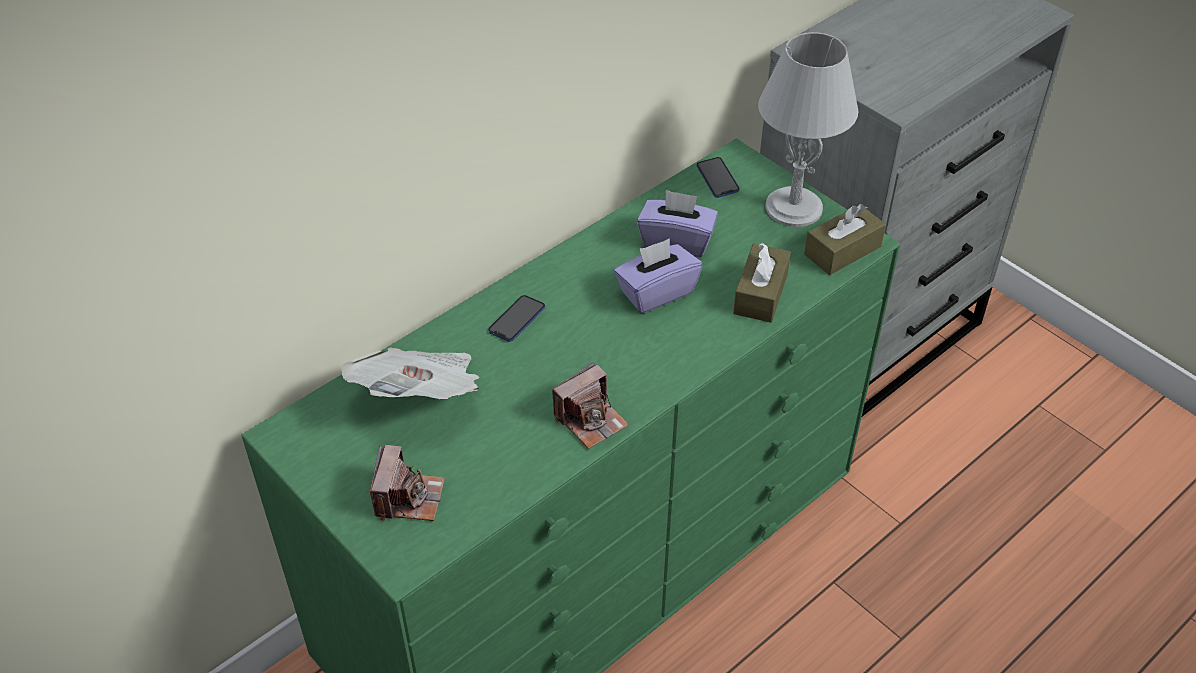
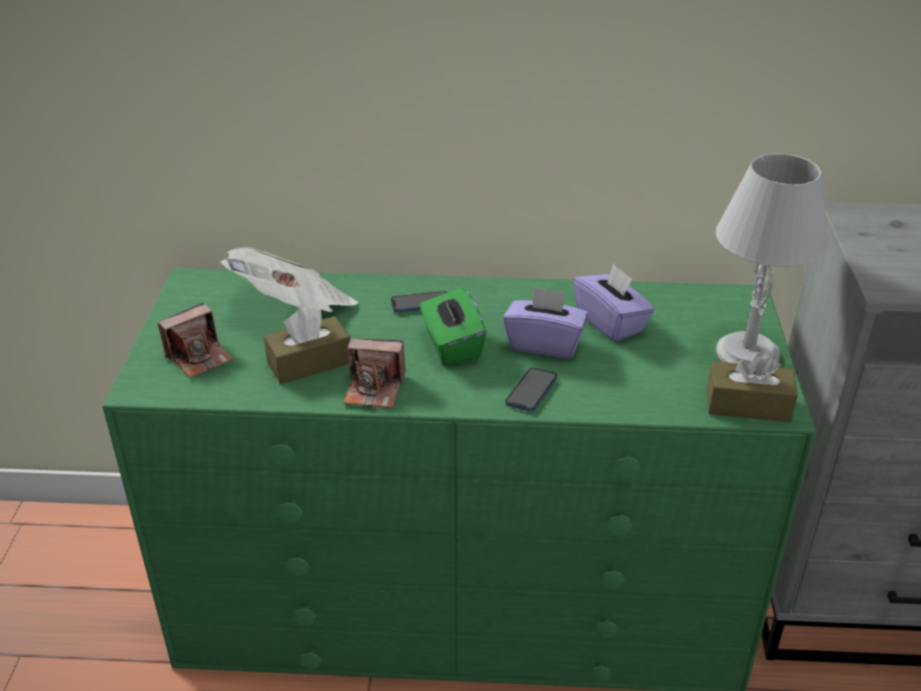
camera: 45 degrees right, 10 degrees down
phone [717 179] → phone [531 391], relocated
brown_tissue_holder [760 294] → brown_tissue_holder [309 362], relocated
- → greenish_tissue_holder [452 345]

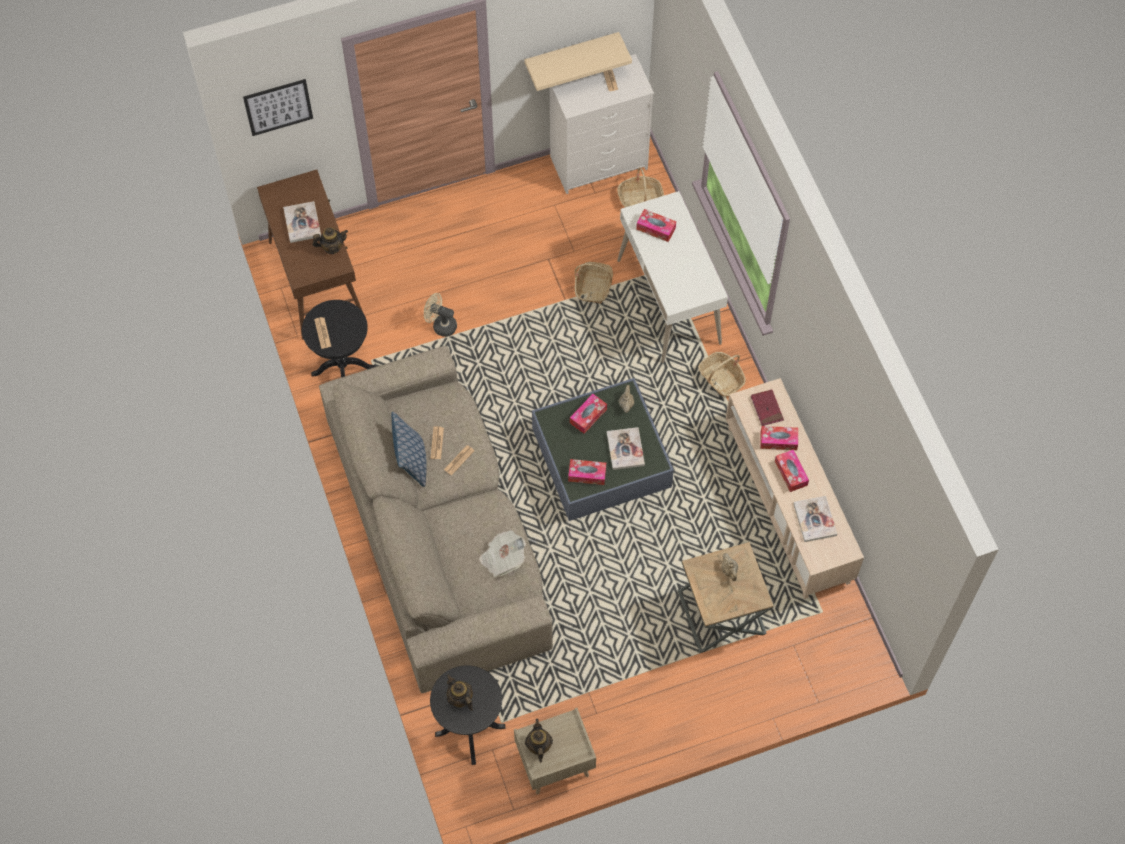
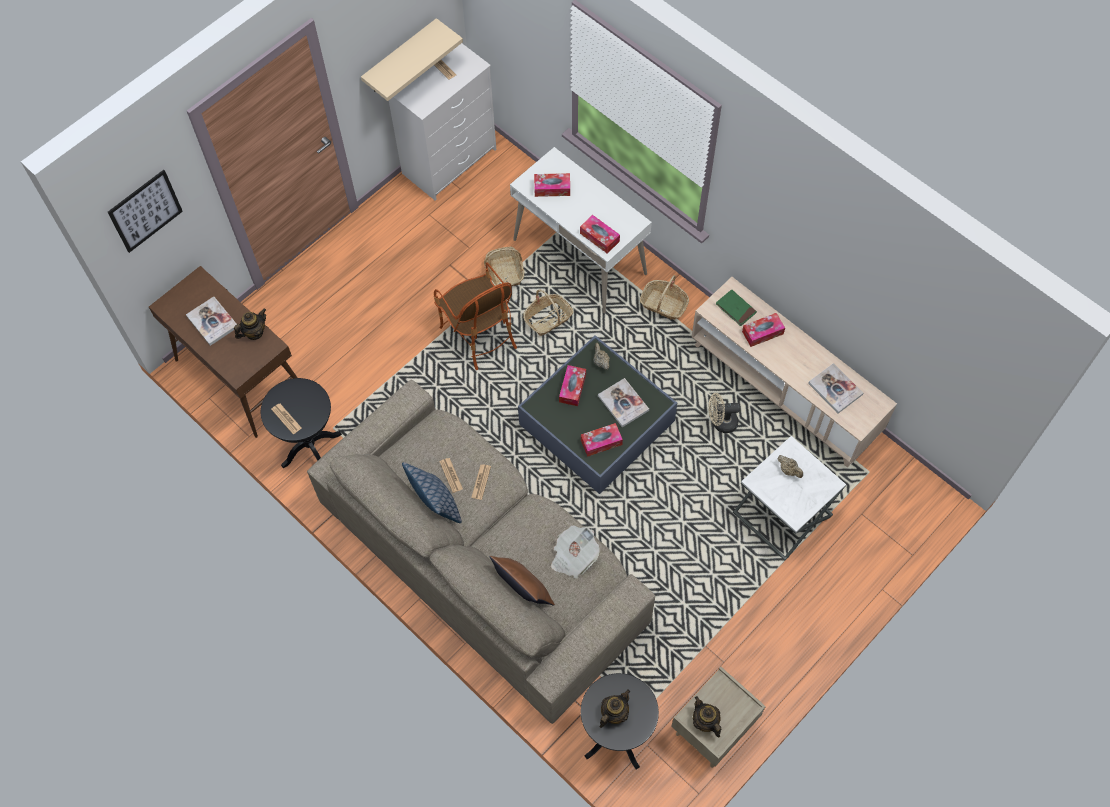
camera: 25 degrees left, 0 degrees up
beige-coloured_fan [441 325] → beige-coloured_fan [721 423], relocated
pot_for_tea [460 699] → pot_for_tea [613 713], 105 degrees clockwise
storage_basket [640 198] → storage_basket [548 319], relocated
brown_accent_table [721 612] → white-coloured_accent_table [782 514]
reddish_bound_book [766 408] → greenish_bound_book [735 309]
tissue_holder [791 473] → tissue_holder [599 237], relocated
- → easy_chair [479 335]
- → brown_pillow [522 590]

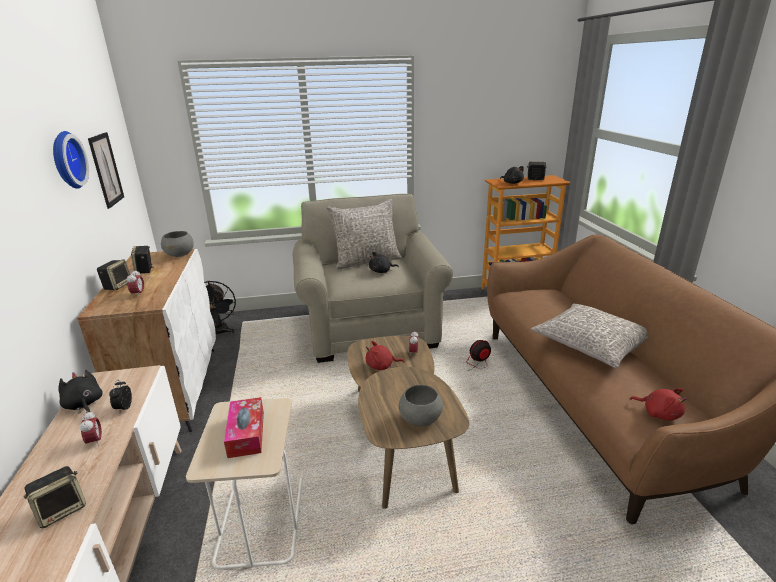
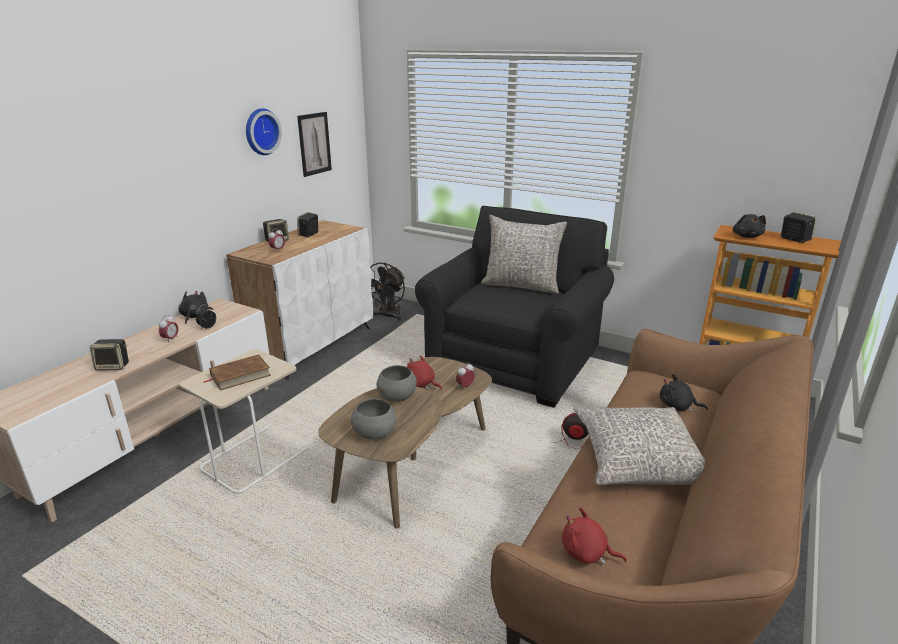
camera: 40 degrees right, 0 degrees up
greyish_bowl [180 255] → greyish_bowl [397 397], relocated
tissue_holder [246 434] → brown_bound_book [240 375]
beige-coloured_easy_chair [370 327] → black_easy_chair [515 362]
black_soft_toy [381 271] → black_soft_toy [677 406], relocated
reddish_soft_toy [659 413] → reddish_soft_toy [587 553], 120 degrees clockwise

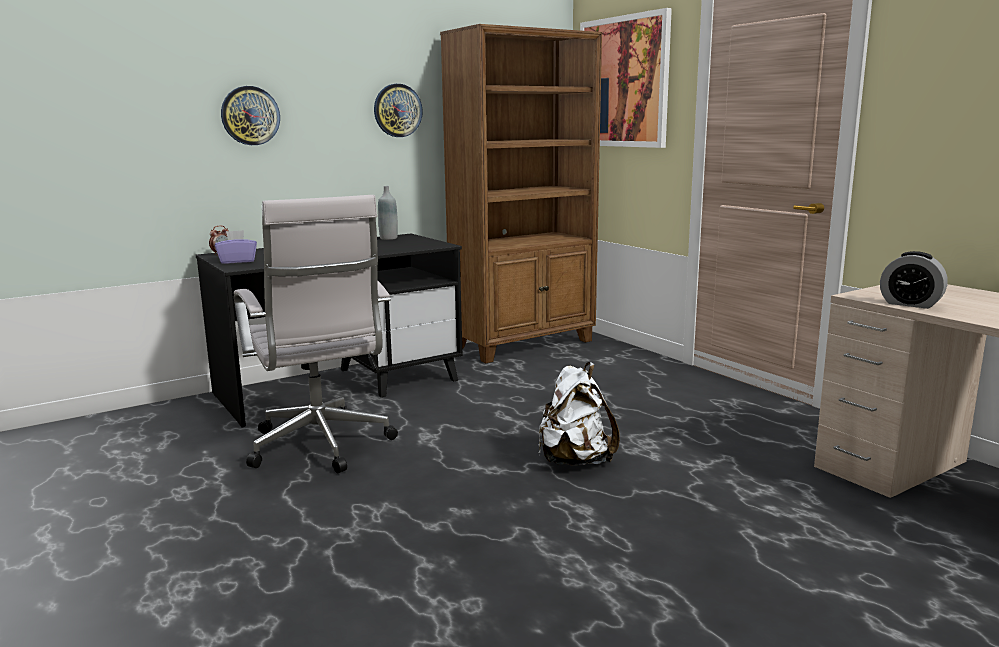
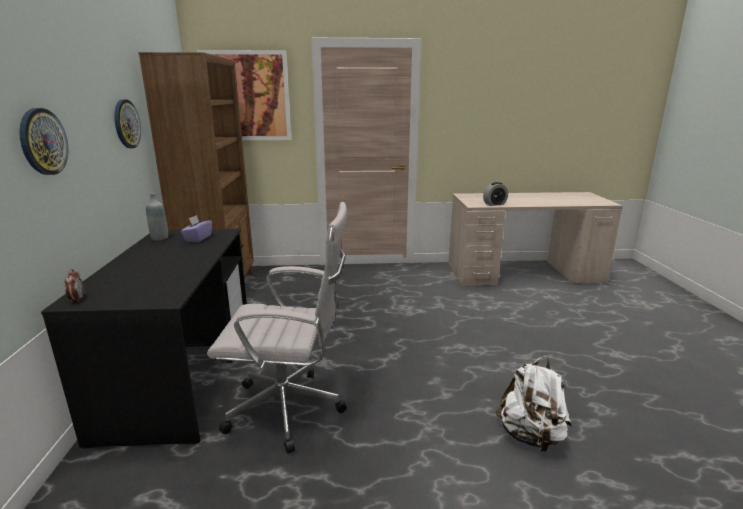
camera: 60 degrees left, 5 degrees up
purple-coloured_tissue_holder [237 261] → purple-coloured_tissue_holder [198 238], relocated
white-coloured_rucksack [574 461] → white-coloured_rucksack [530 436], relocated

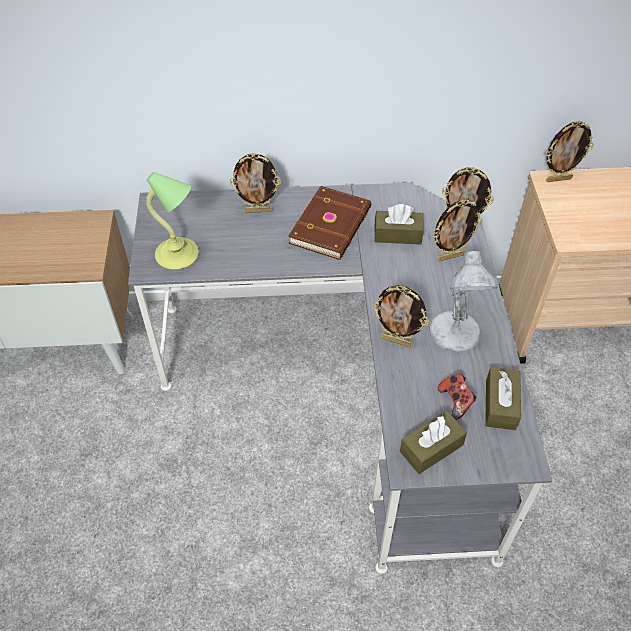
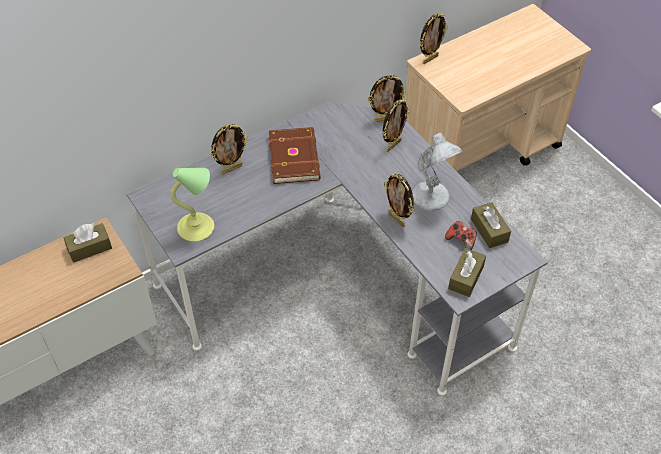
camera: 30 degrees left, 0 degrees up
picture_frame [396 341] → picture_frame [397 219], 60 degrees clockwise
brown_tissue_holder [397 234] → brown_tissue_holder [89 248], relocated

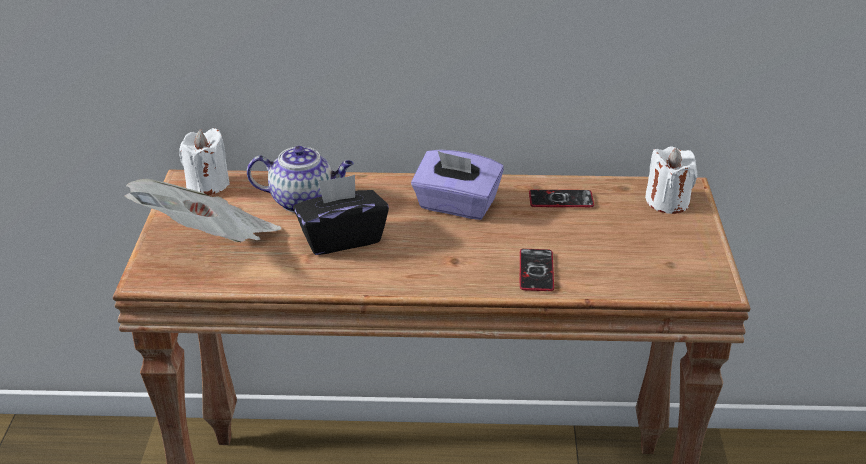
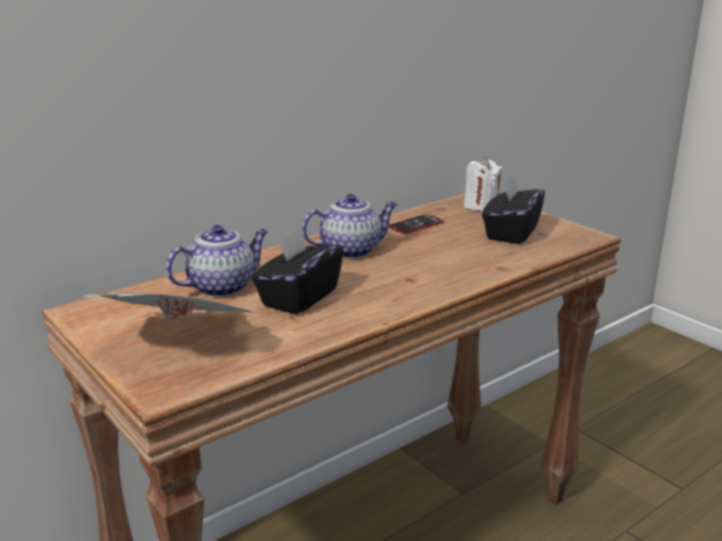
camera: 40 degrees left, 10 degrees down
white-coloured_candle [207 185] → -
purple-coloured_tissue_holder [456 206] → pot_for_tea [351 250]
phone [536 271] → -
- → black_tissue_holder [511 233]

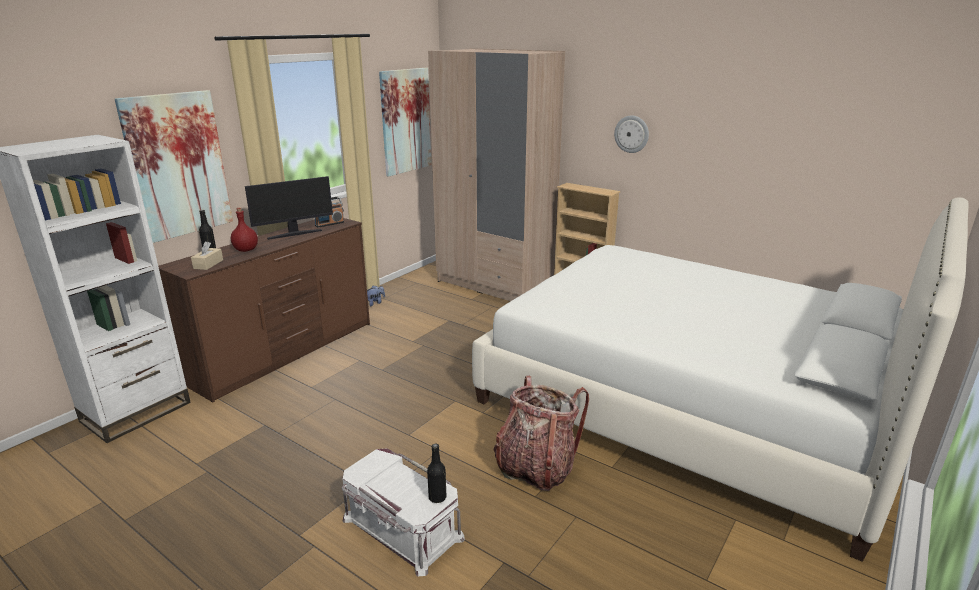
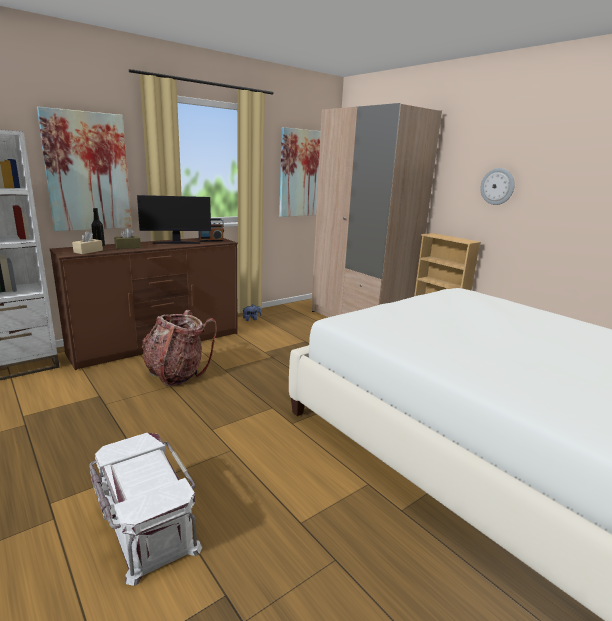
camera: 15 degrees right, 5 degrees down
reddish_beverage_bottle [246 250] → brown_tissue_holder [128 247]
black_beverage_bottle [437 497] → -
rucksack [536 467] → rucksack [177 373], relocated

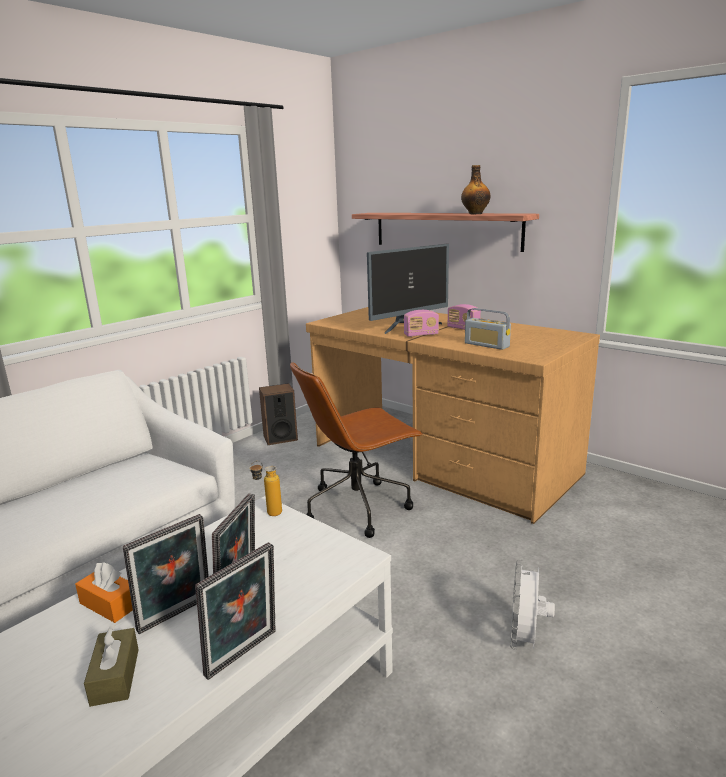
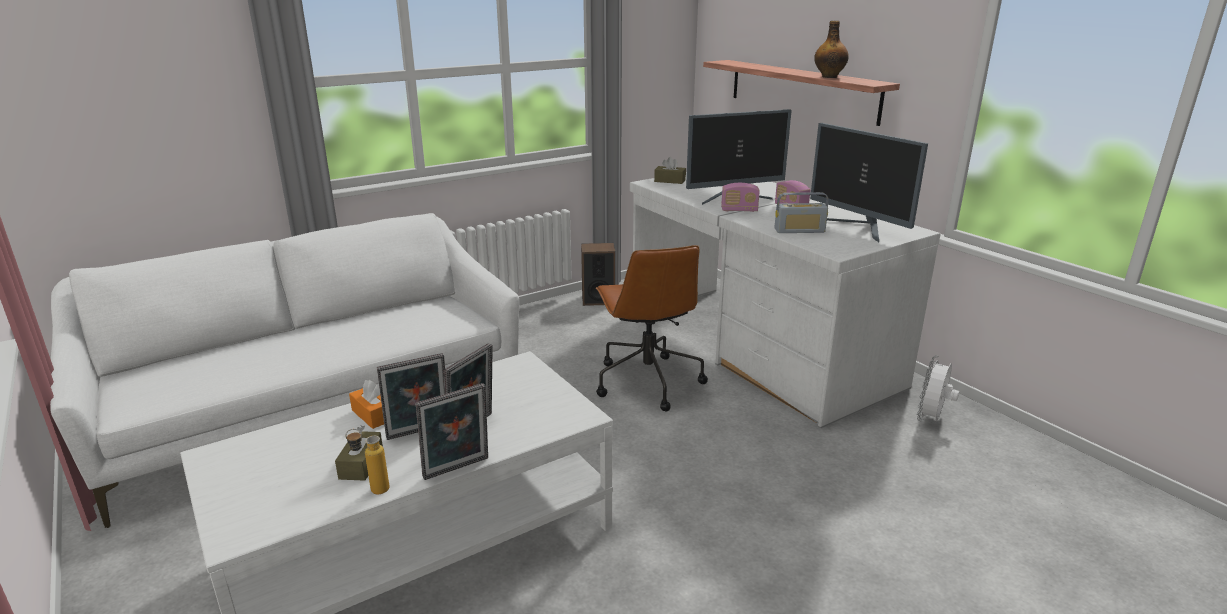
camera: 15 degrees right, 5 degrees up
beverage_bottle [268 514] → beverage_bottle [372 490], relocated
brown_office_chair [358 507] → brown_office_chair [647 381], 90 degrees counterclockwise
brown_desk_unit [440 460] → white-coloured_desk_unit [755 348]
radio_receiver [486 345] → radio_receiver [799 230], 60 degrees counterclockwise
white-coloured_fan [525 640] → white-coloured_fan [931 419], relocated
- → brown_tissue_holder [669 181]
- → monitor [859 228]

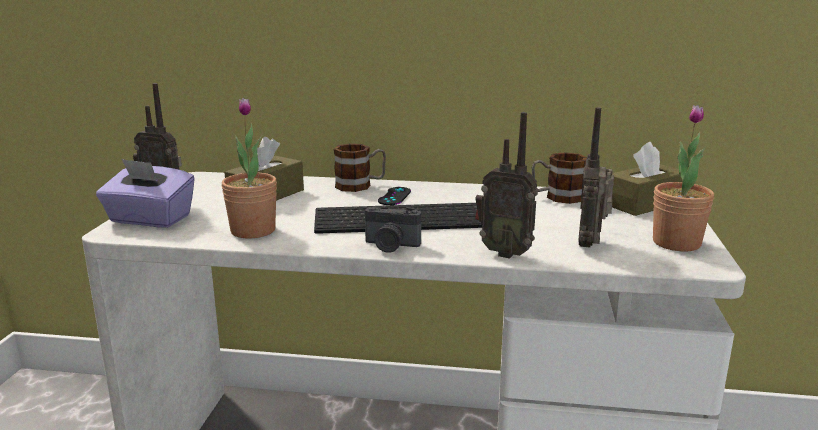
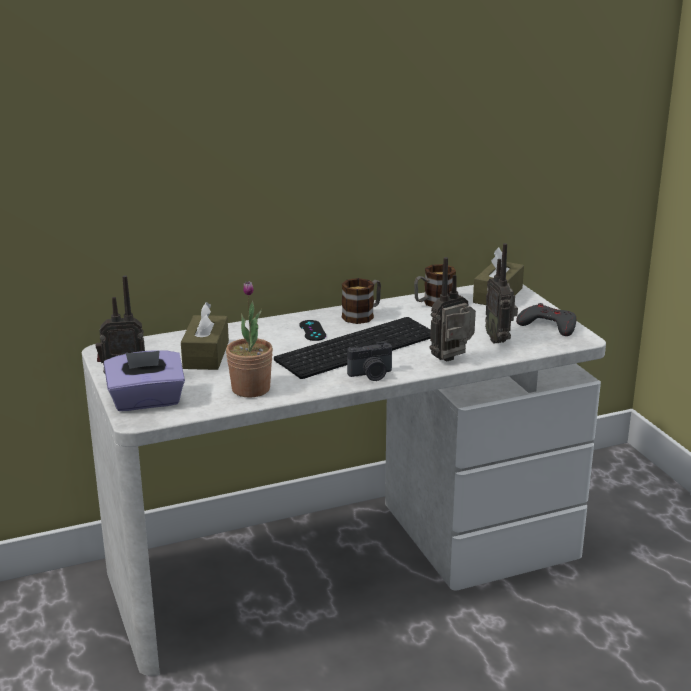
camera: 30 degrees left, 5 degrees up
tea_mug [360 185] → tea_mug [363 315], relocated
radio_receiver [505 252] → radio_receiver [453 360], 150 degrees clockwise
plant_in_a_pot [676 243] → greyish_gamepad [548 325]

